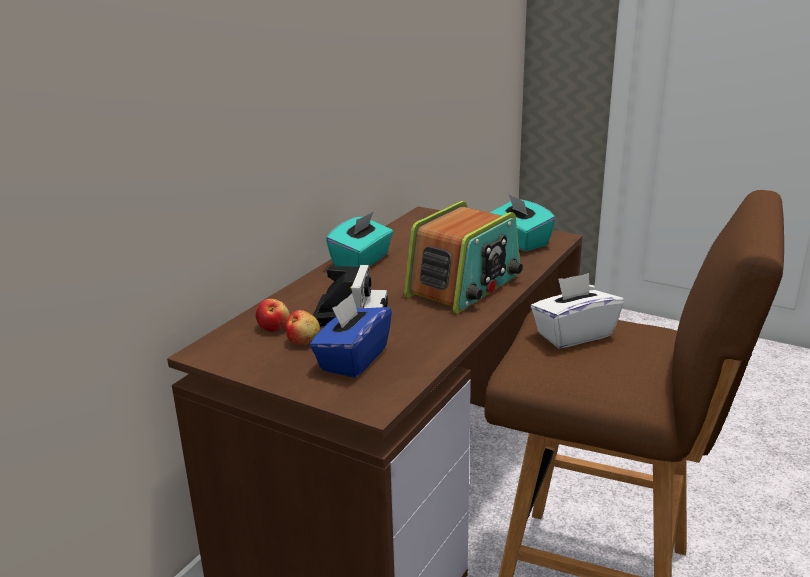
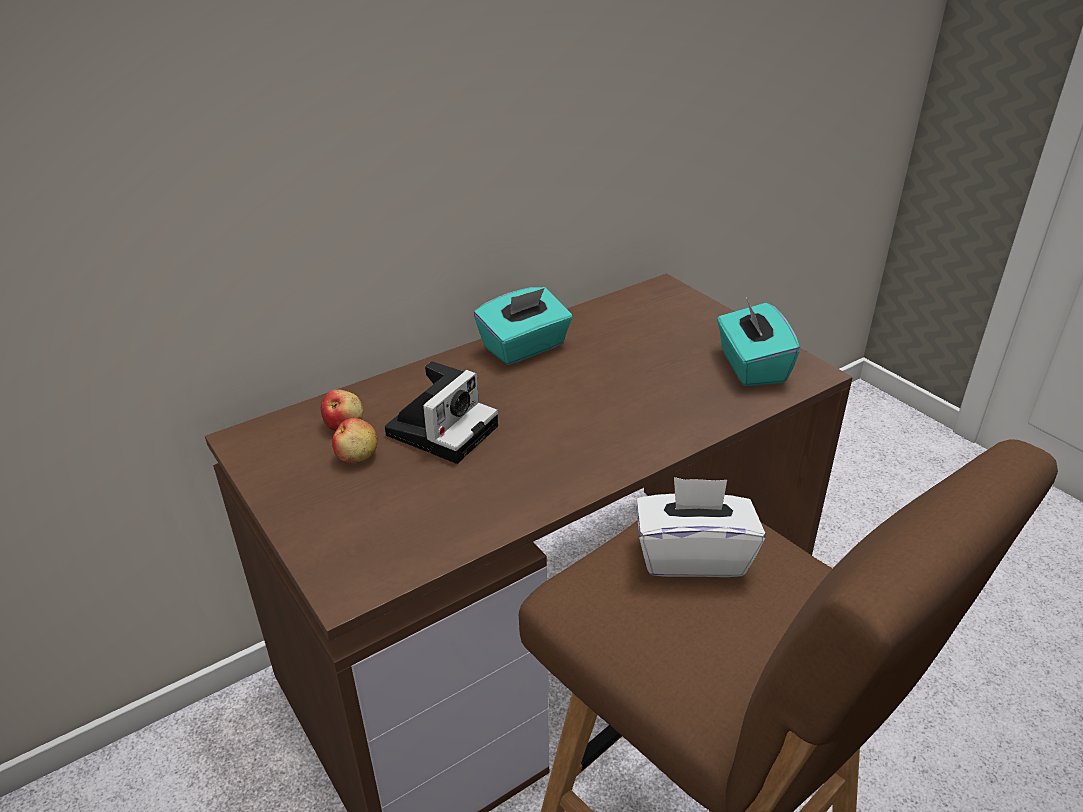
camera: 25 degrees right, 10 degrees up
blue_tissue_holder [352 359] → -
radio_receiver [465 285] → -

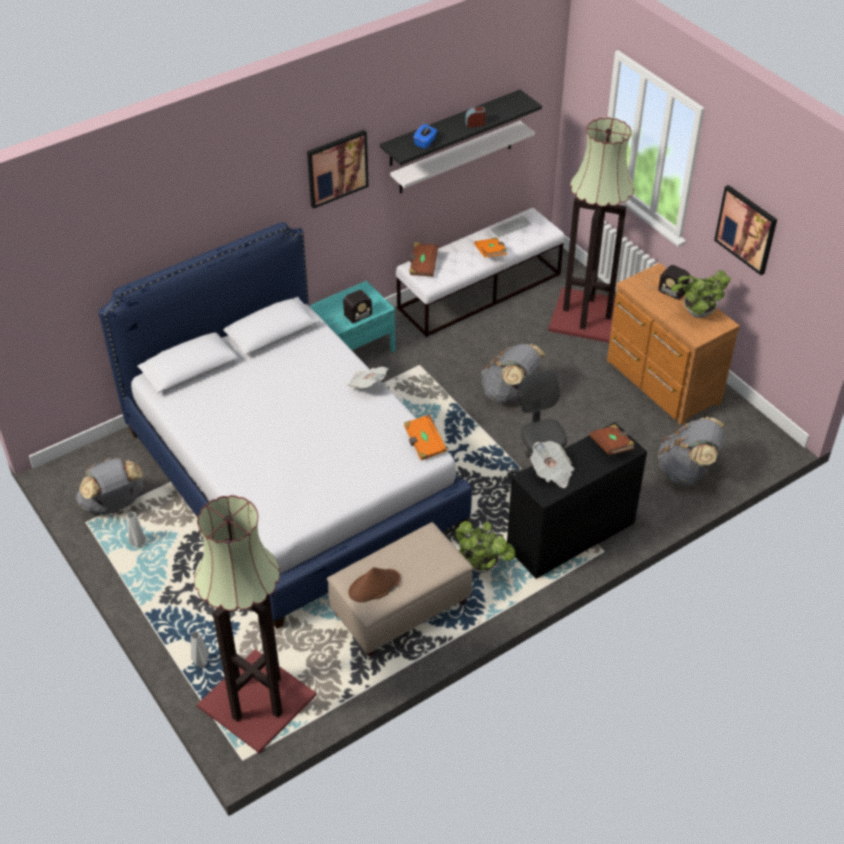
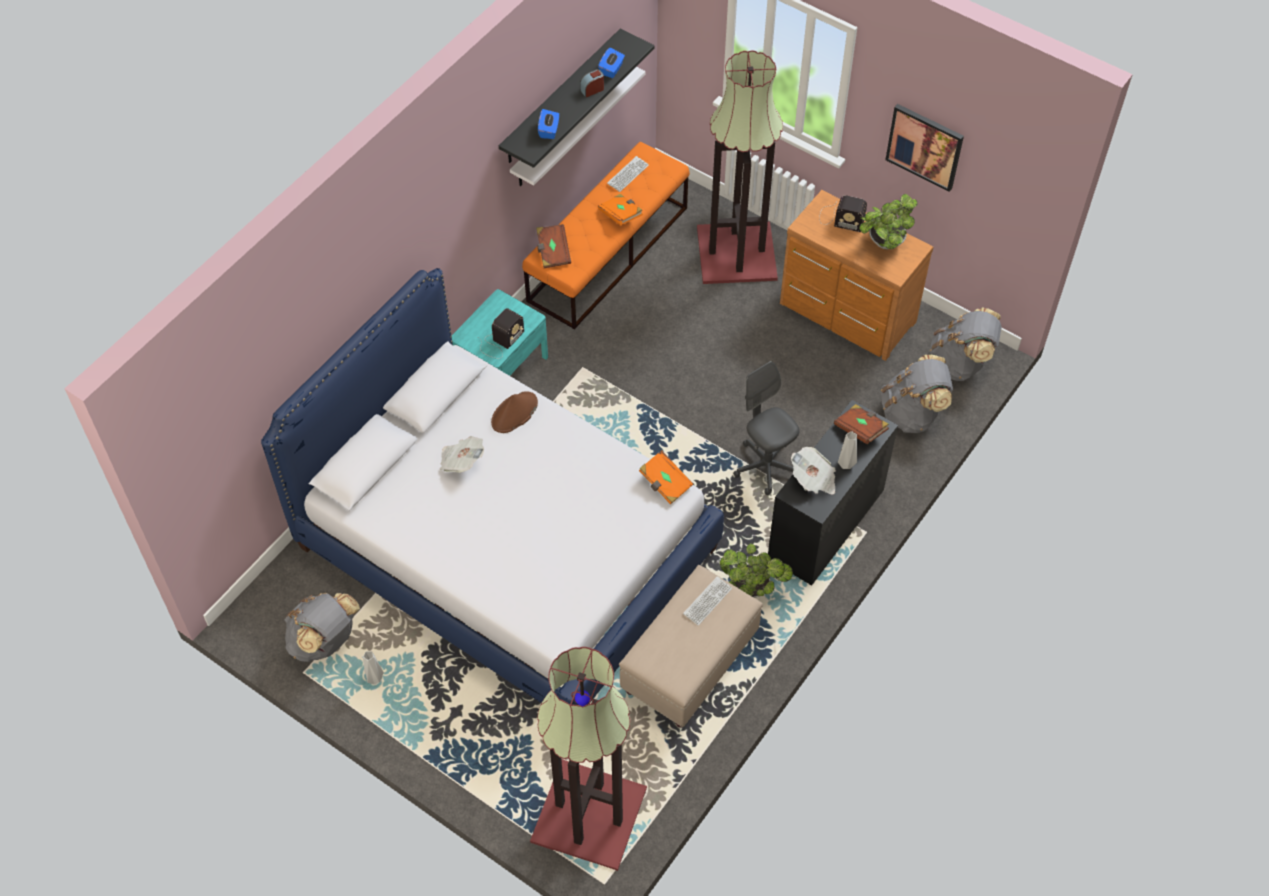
camera: 20 degrees left, 10 degrees up
greyish_vase [202 662] → greyish_vase [846 464], relocated
wall_picture [337 168] → -
daily_paper [367 385] → daily_paper [461 461], relocated
brown_clothing_hat [374 586] → brown_clothing_hat [514 413], relocated
white-coloured_bench [480 291] → orange_bench [608 253]
greyish_rucksack [510 393] → greyish_rucksack [960 363], relocated
- → blue_tissue_holder [611 69]
- → keyboard [707 601]

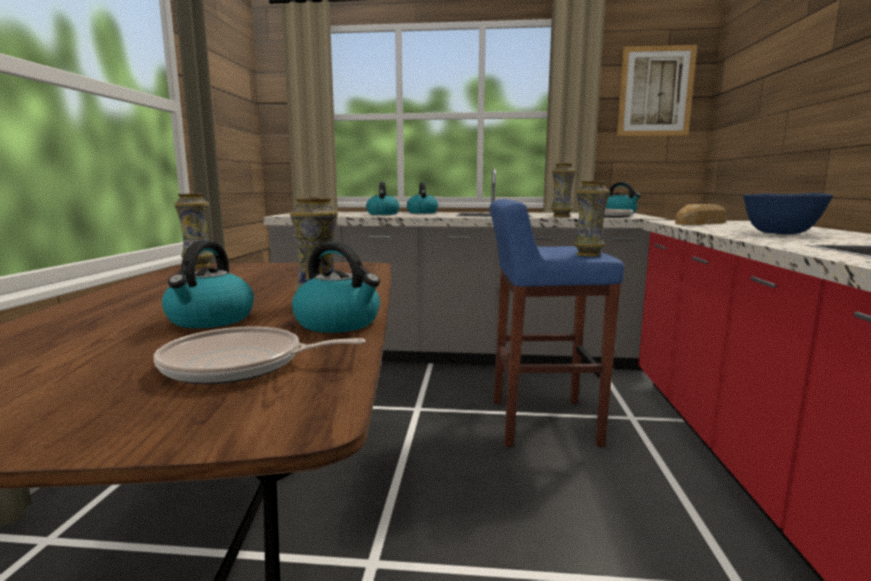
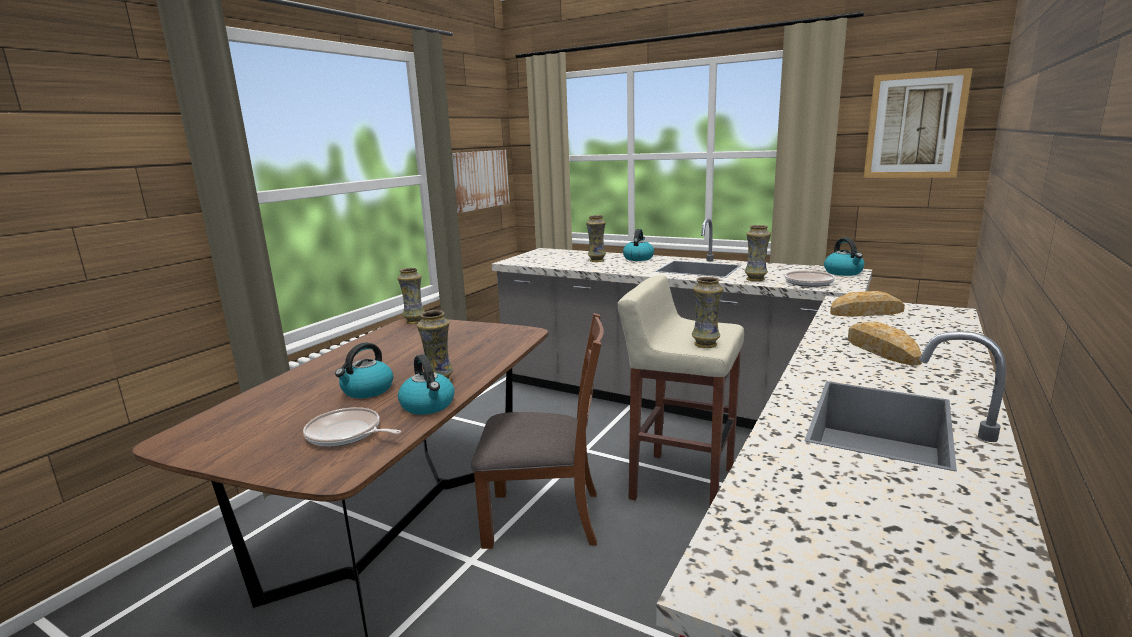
camera: 25 degrees right, 5 degrees up
water_kettle [382 214] → vase [596 260]
blue_sitting_stool [541 422] → beige-coloured_sitting_stool [680 483]
blue_bowl [781 233] → baked_bread [881 350]
- → wall_picture [480 180]
- → brown_plain_chair [544 517]

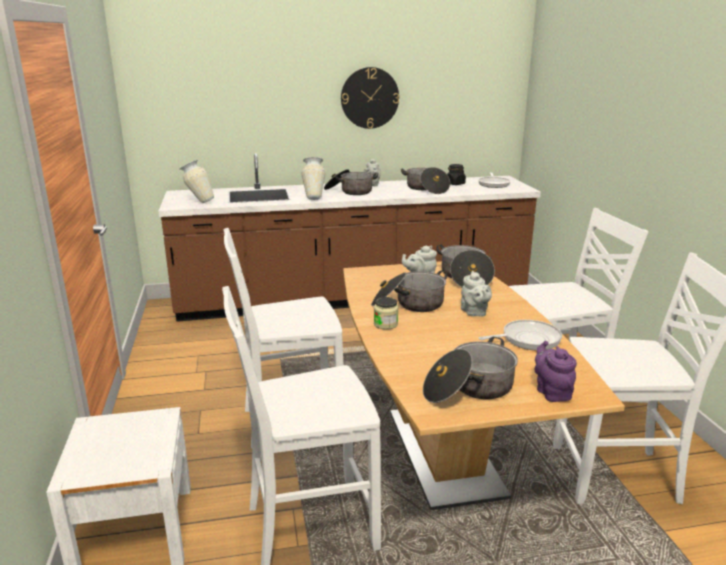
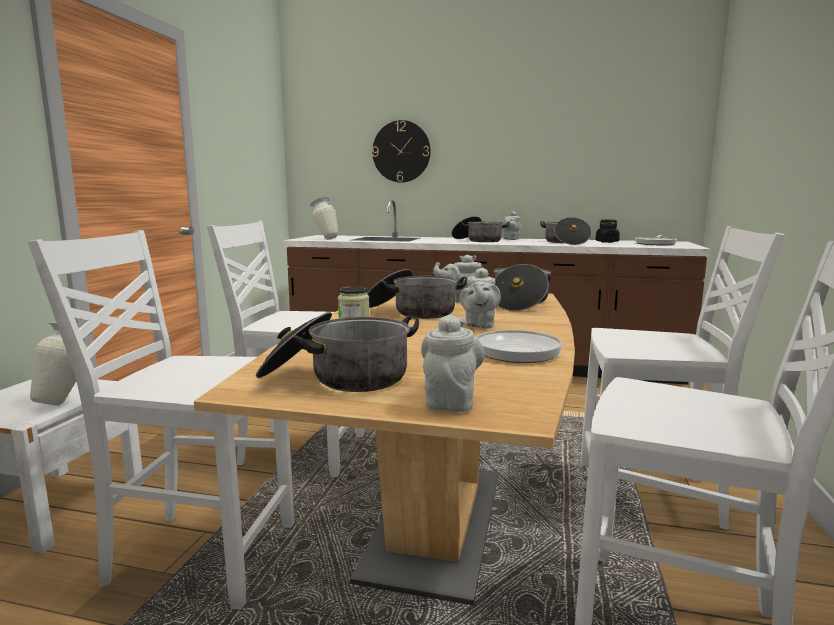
camera: 25 degrees right, 10 degrees down
vase [314 198] → vase [69 400], relocated
clock_on_the_wall [369 98] → clock_on_the_wall [401 151], relocated
purple-coloured_pot_for_tea [552 392] → greyish_pot_for_tea [451 400]

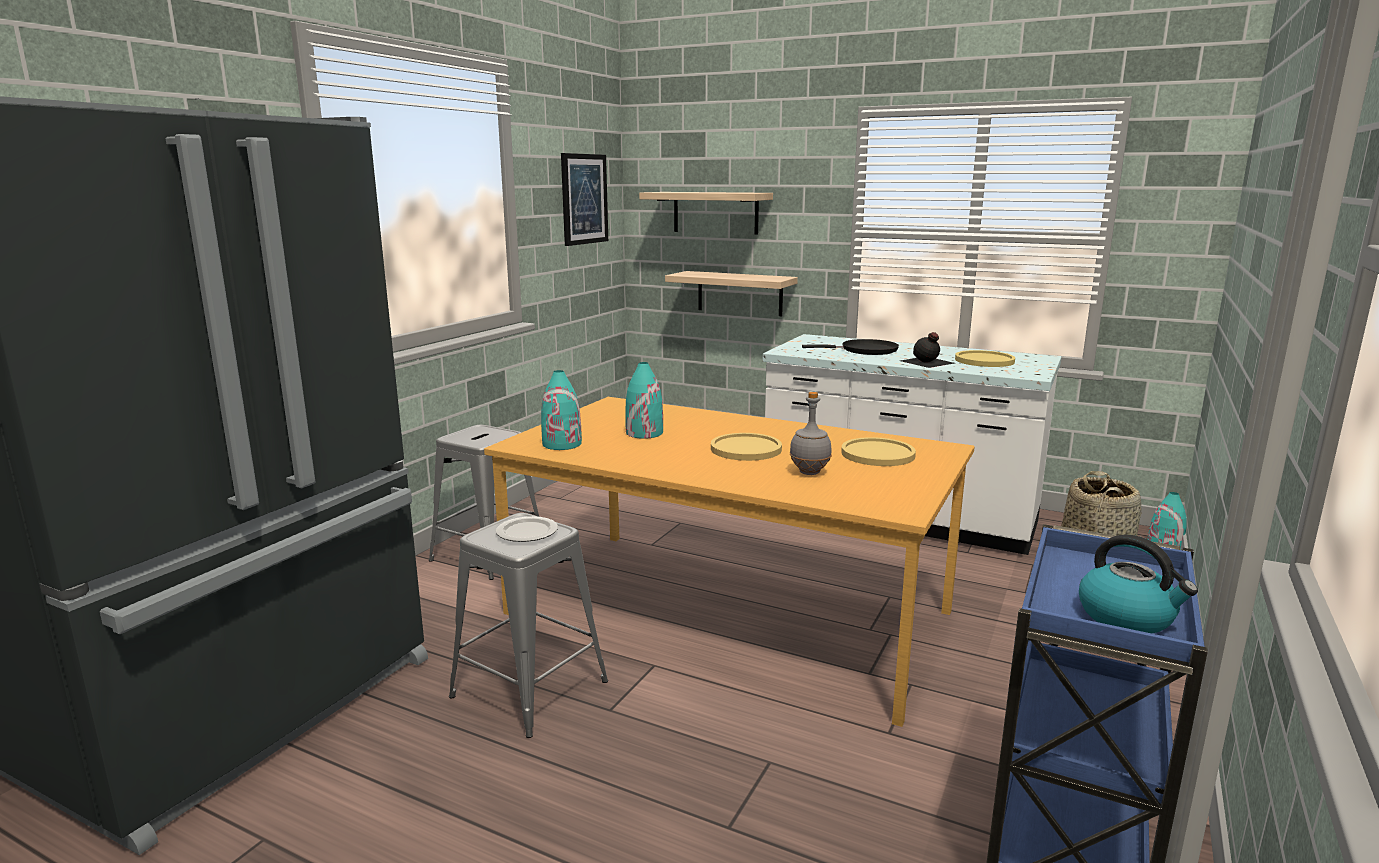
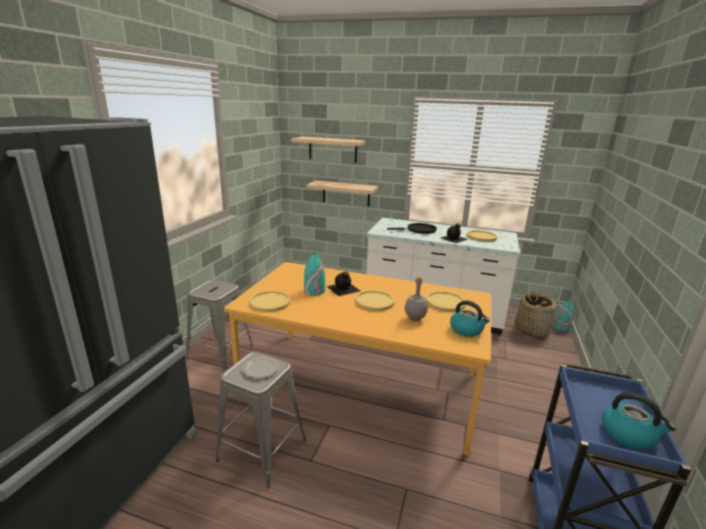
camera: 10 degrees left, 5 degrees up
blue-green_vase [562 444] → yellowish_plate [270 302]
wall_picture [584 199] → -
- → black_beverage_bottle [343 289]
- → water_kettle [467 330]

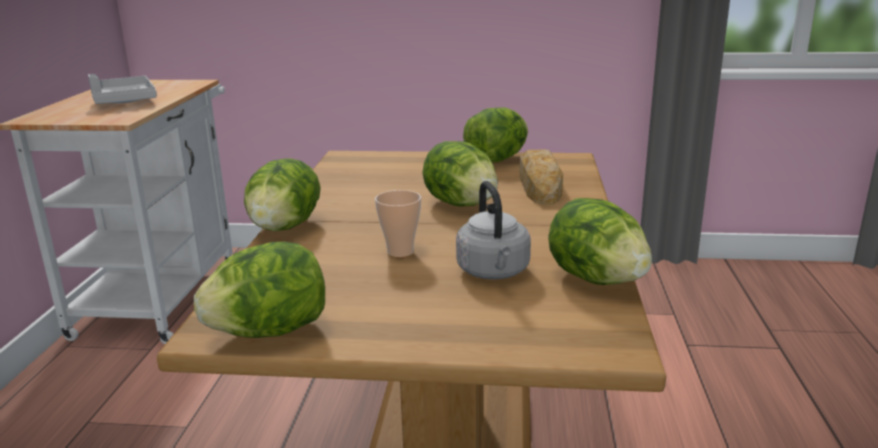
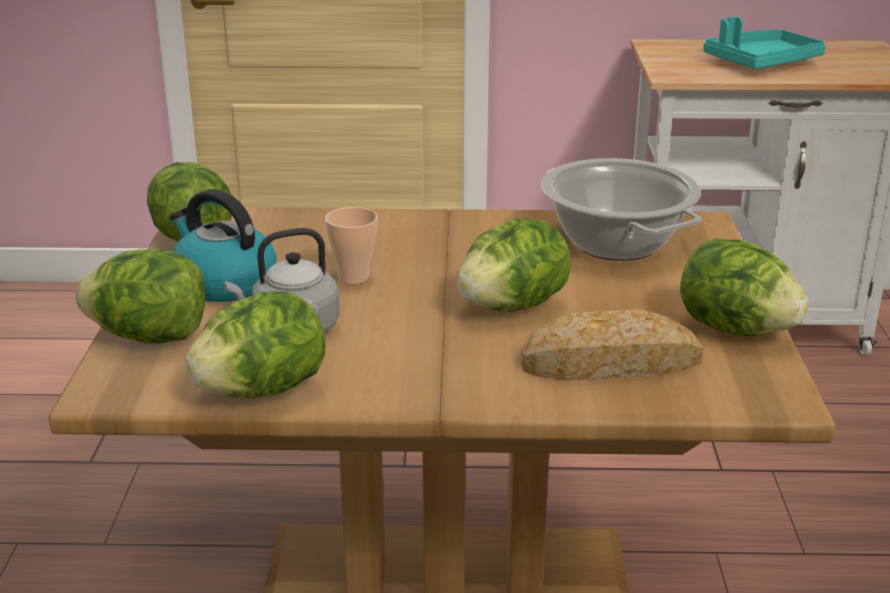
camera: 85 degrees right, 5 degrees up
greyish_tray [124 101] → blue-green_tray [761 63]
head_of_lettuce [284 227] → head_of_lettuce [150 337], relocated
- → water_kettle [223 283]
- → cooking_pot [615 243]

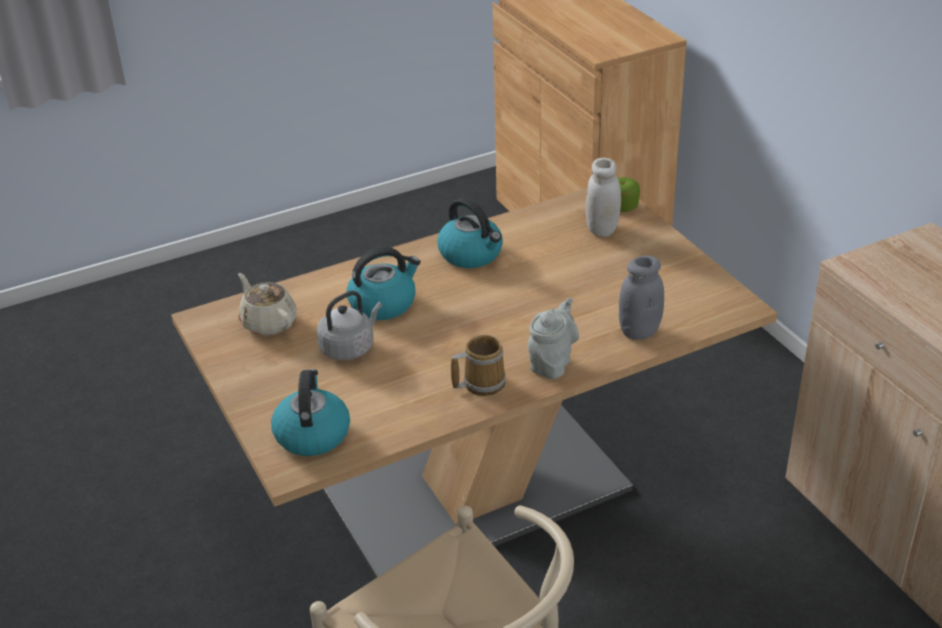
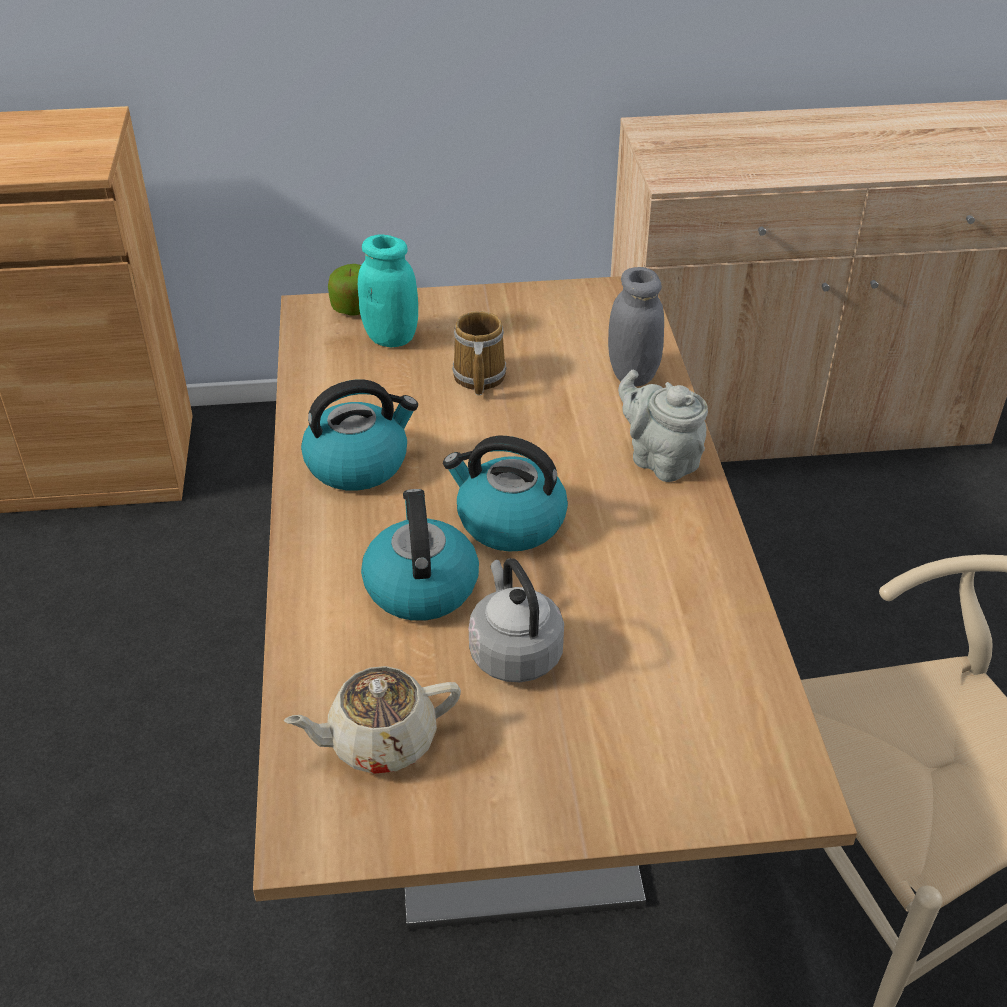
camera: 70 degrees left, 5 degrees up
water_kettle [312 434] → water_kettle [509 522], relocated
tea_mug [481 383] → tea_mug [477 377], relocated
white-coloured_jar [602 229] → blue-green_jar [391 337]

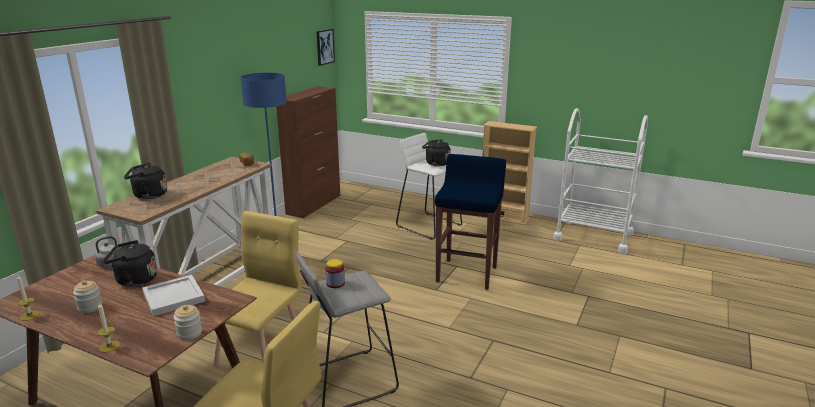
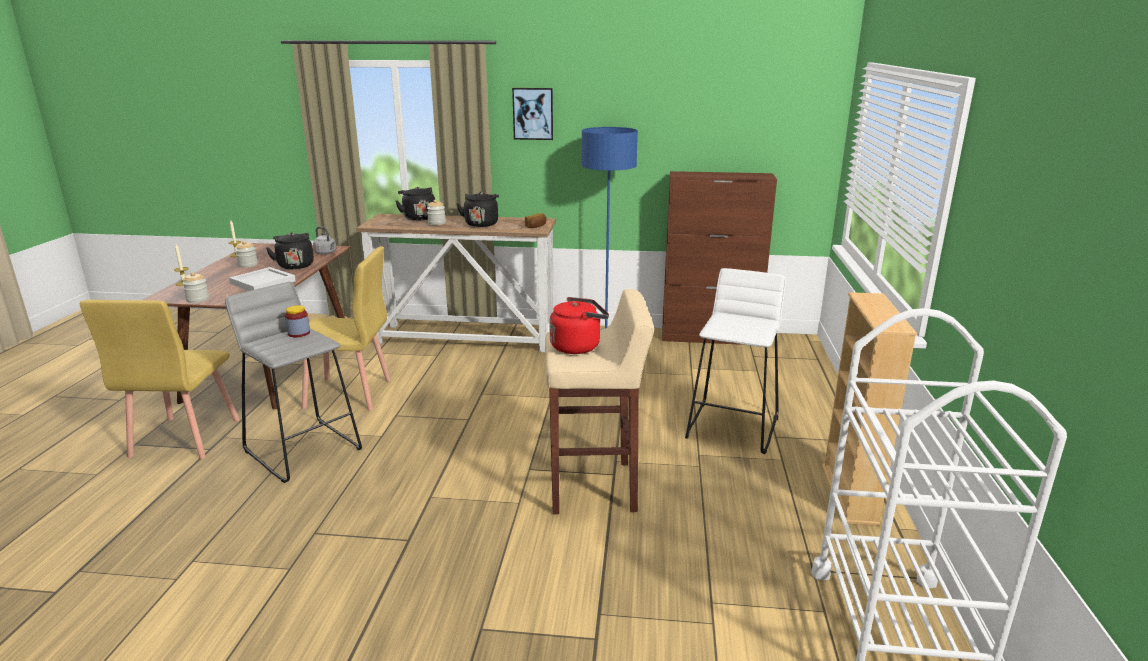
camera: 70 degrees right, 0 degrees up
wall_picture [324 47] → wall_picture [533 113], relocated
black_water_kettle [436 163] → black_water_kettle [481 224], relocated
blue_sitting_stool [467 274] → beige-coloured_sitting_stool [594 487]
- → jar [436 223]
- → reddish_water_kettle [578 346]

